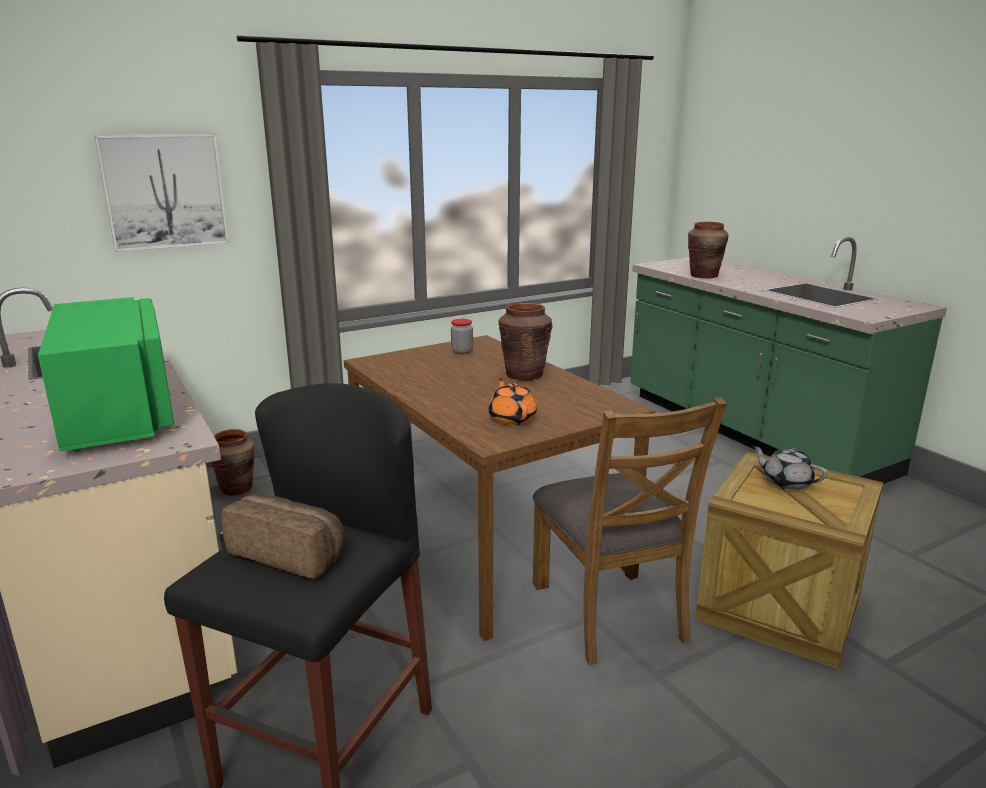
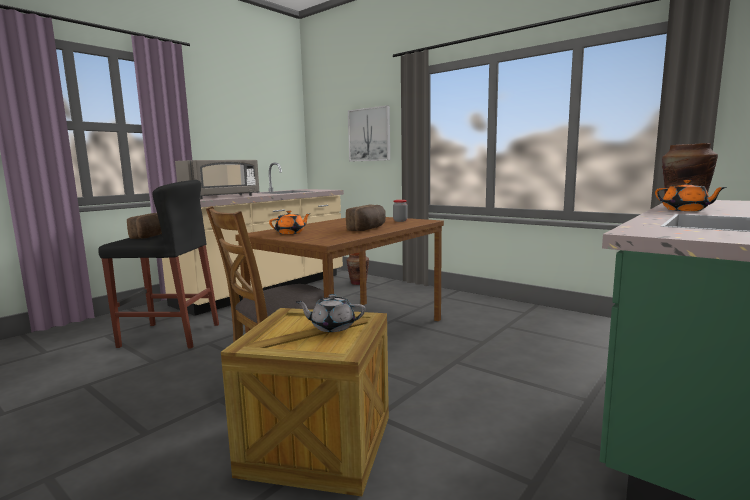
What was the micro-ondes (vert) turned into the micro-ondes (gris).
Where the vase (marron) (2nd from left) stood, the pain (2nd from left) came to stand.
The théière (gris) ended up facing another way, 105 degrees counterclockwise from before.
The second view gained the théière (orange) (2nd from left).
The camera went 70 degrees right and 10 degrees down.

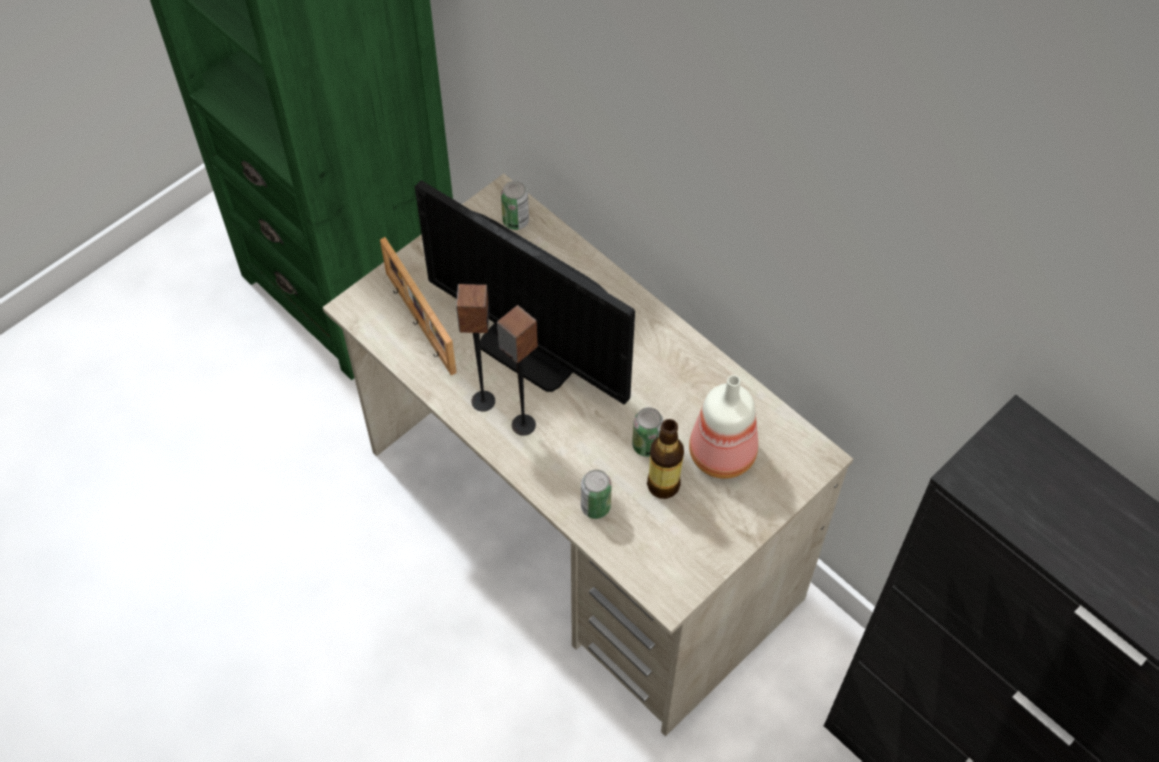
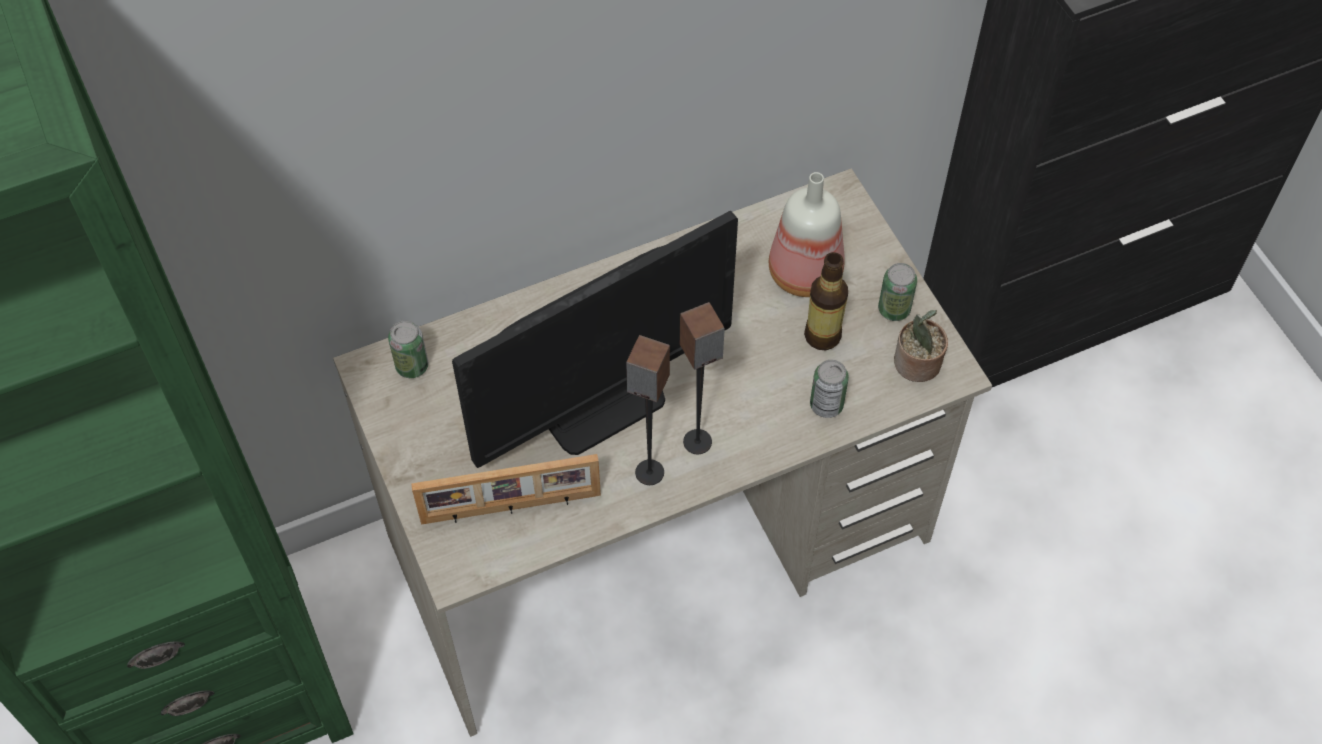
The boîte métallique (3rd from left) ended up elsewhere.
The second view gained the plante en pot.
The camera went 70 degrees left and 0 degrees up.

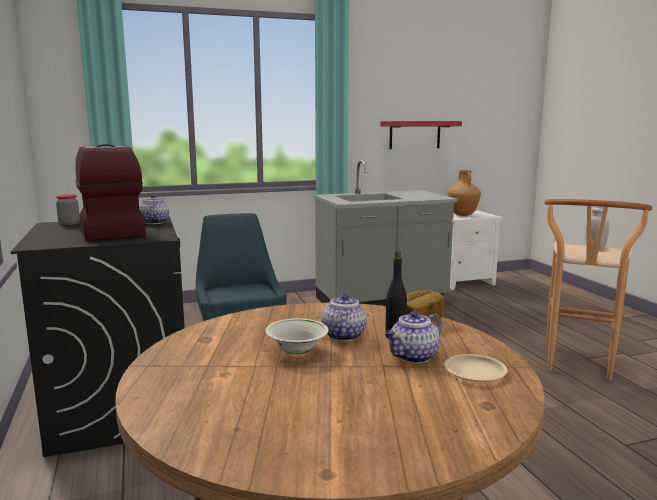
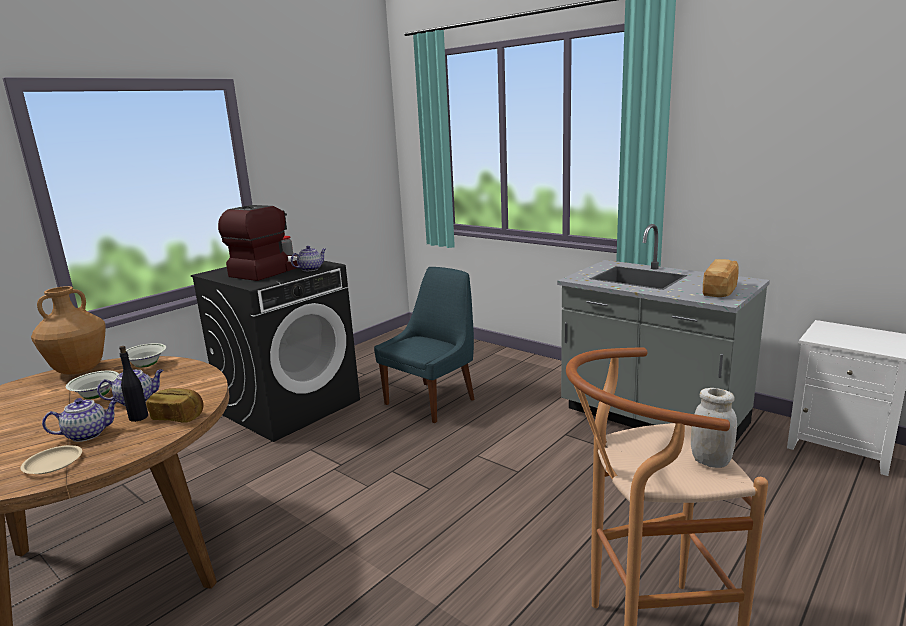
The second view lost the étagère (rouge).
The vase (marron) ended up elsewhere.
The théière (3rd from left in the first image) ended up facing another way, 135 degrees clockwise from before.
The second view gained the pain (2nd from left).
The second view gained the bol (blanc) (2nd from left).
The camera went 60 degrees right and 5 degrees up.

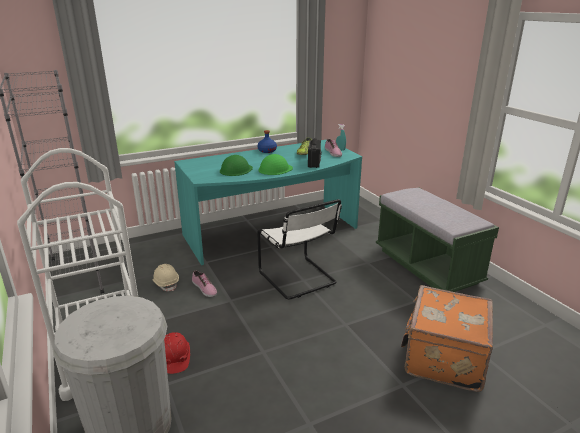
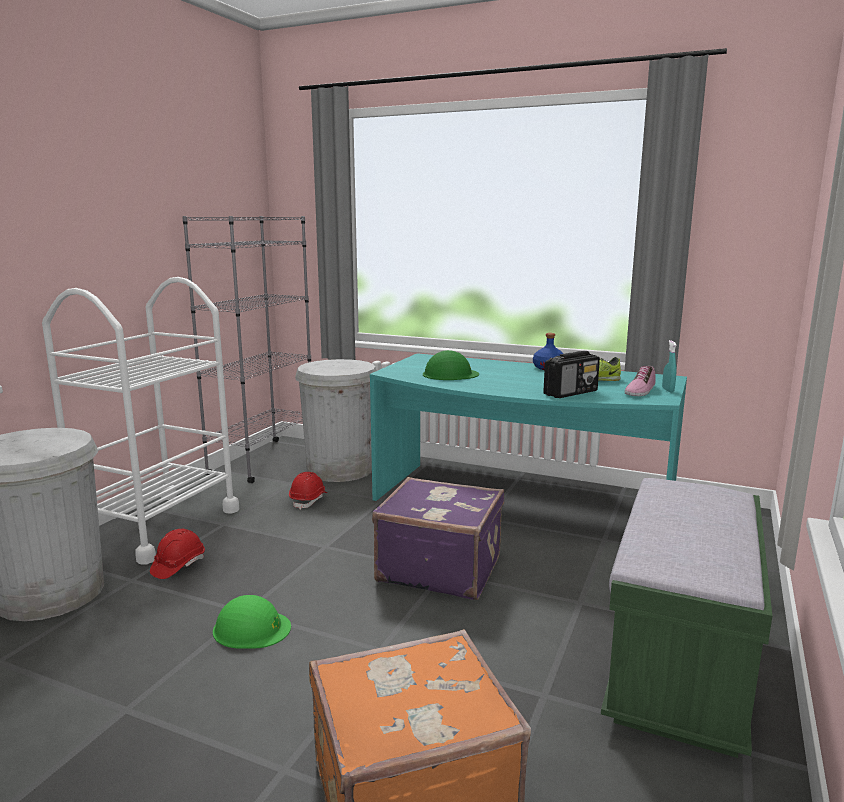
The casque de chantier (vert) (2nd from left in the first image) ended up elsewhere.
Where the chaise (blanc) stood, the valise (violet) came to stand.
What was the casque de chantier (beige) turned into the casque de chantier (rouge) (2nd from left).
The second view lost the chaussure (1st from left).
The second view gained the poubelle (blanc) (2nd from left).
The camera went 50 degrees right and 10 degrees down.

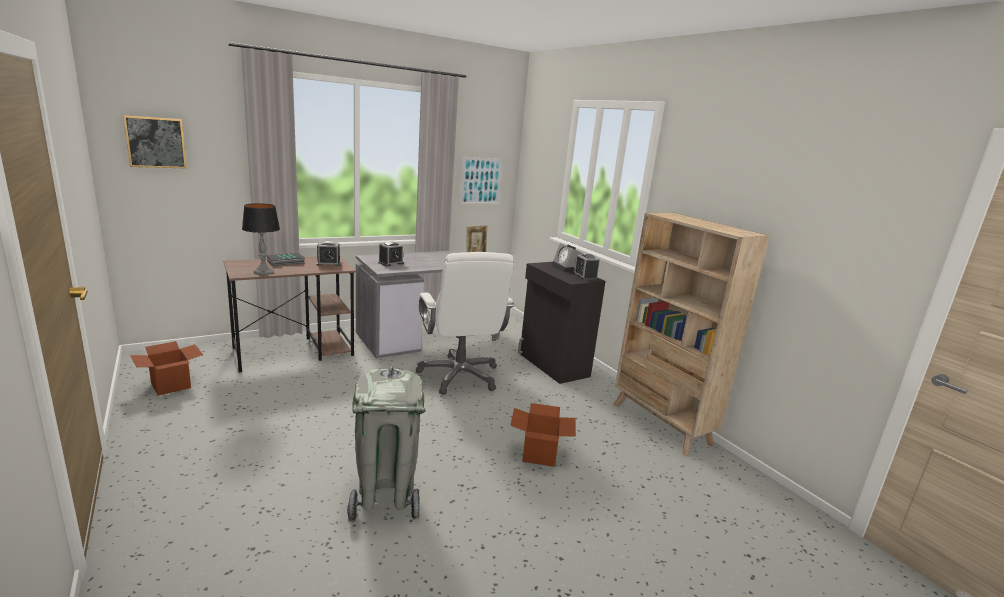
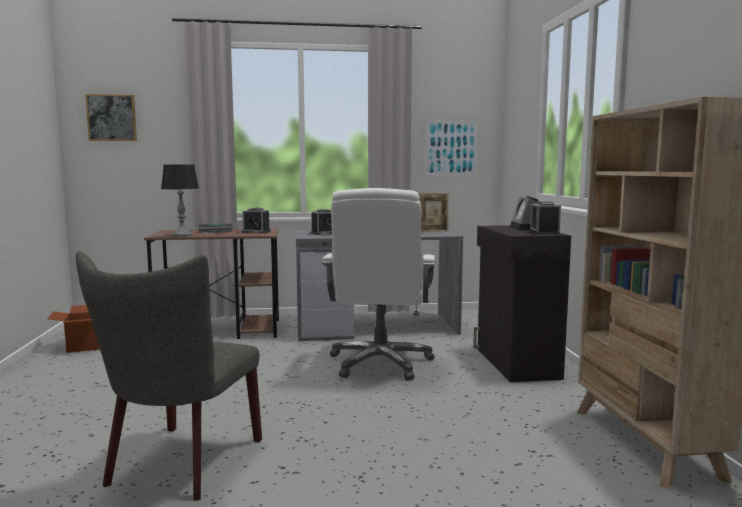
Where the poubelle (gris) stood, the chaise (gris) came to stand.
The second view lost the carton (2nd from left).
The camera went 25 degrees right and 10 degrees down.

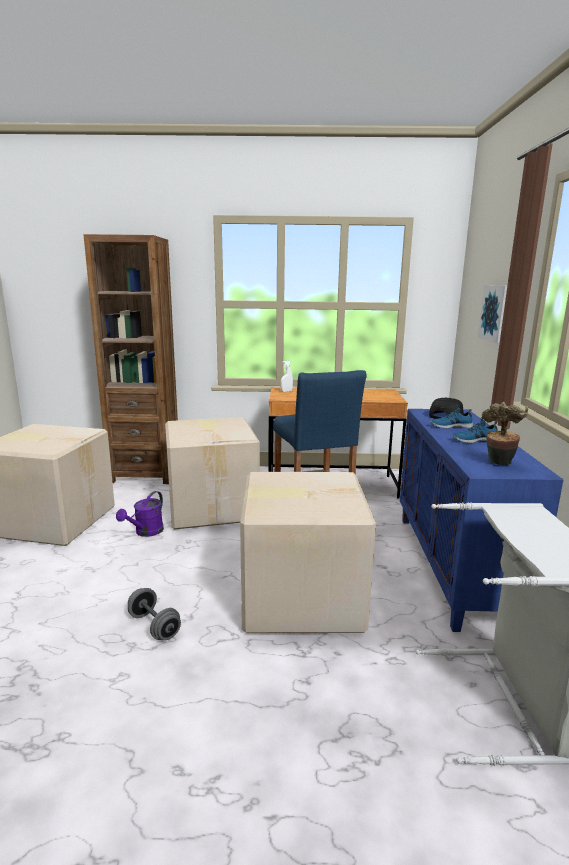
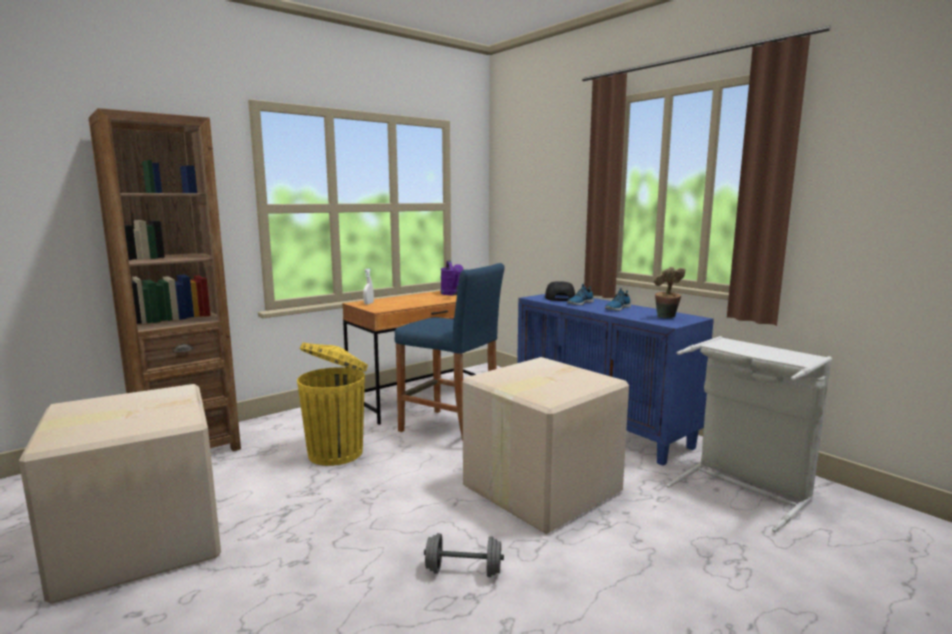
The second view lost the tableau.
Where the carton (2nd from left) stood, the poubelle (jaune) came to stand.
The arrosoir (violet) ended up elsewhere.
The camera went 40 degrees left and 5 degrees down.

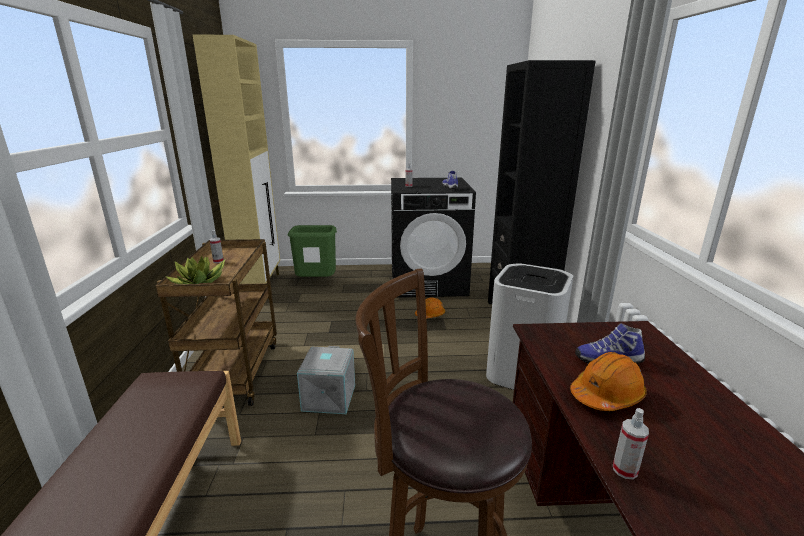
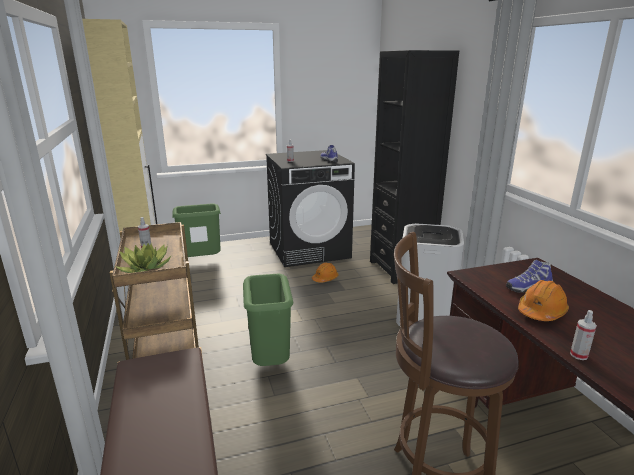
Where the boîte de rangement (gris) stood, the poubelle (vert) (2nd from left) came to stand.
The camera went 15 degrees left and 0 degrees up.

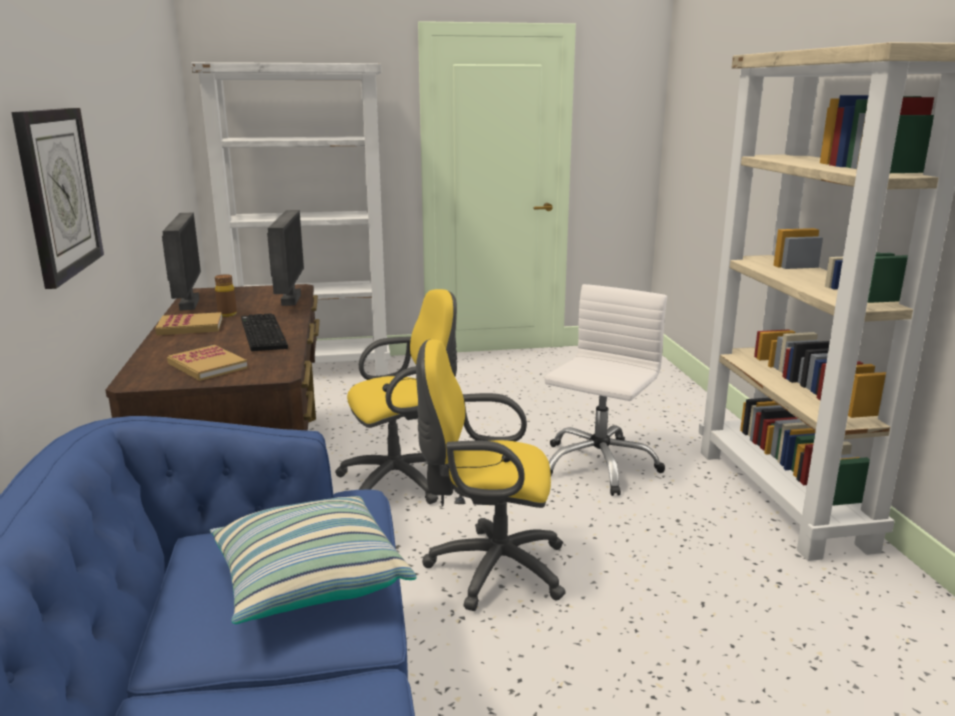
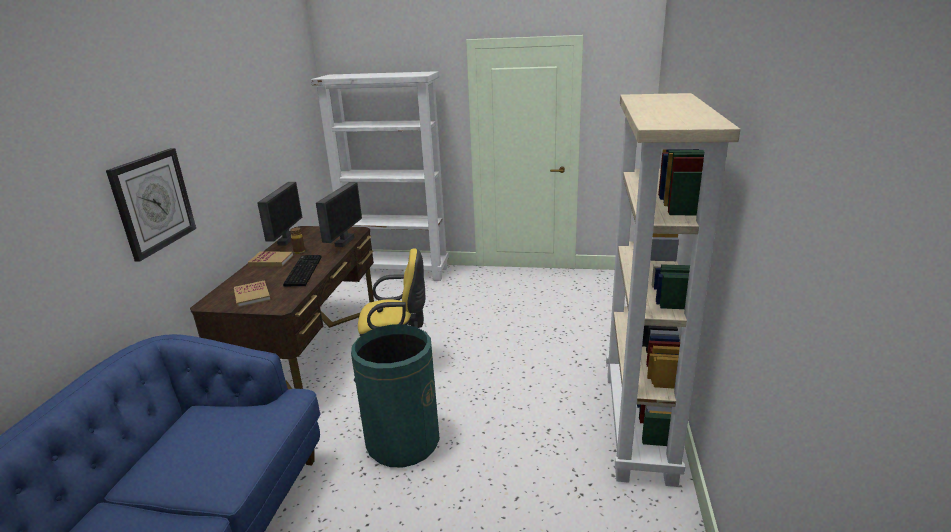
The second view lost the chaise de bureau (blanc).
Where the chaise de bureau (jaune) (2nd from left) stood, the poubelle (vert) came to stand.
The second view lost the coussin.
The camera went 20 degrees right and 5 degrees up.

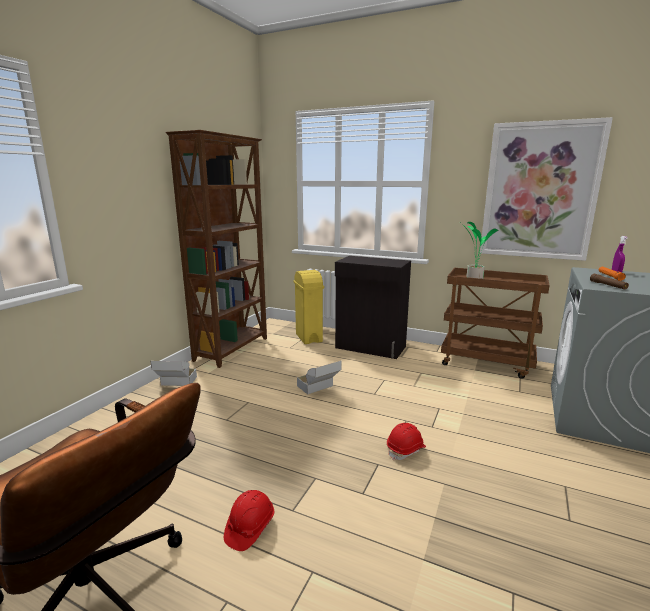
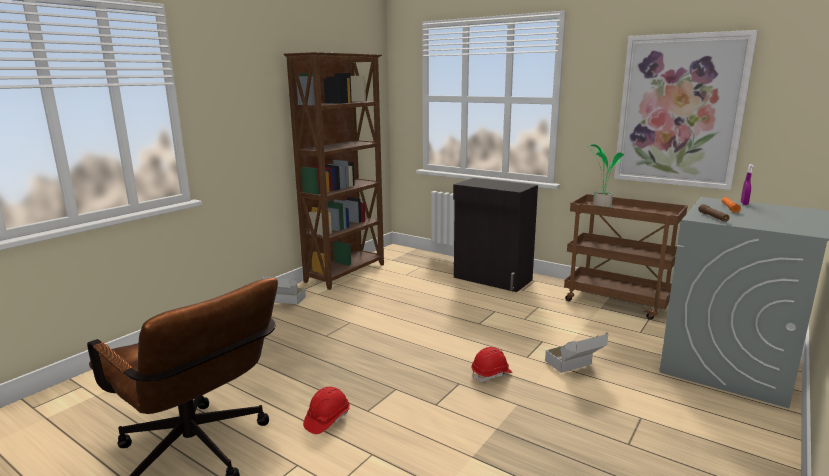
The second view lost the poubelle (jaune).
The carton (2nd from left) ended up elsewhere.
The camera went 10 degrees right and 0 degrees up.

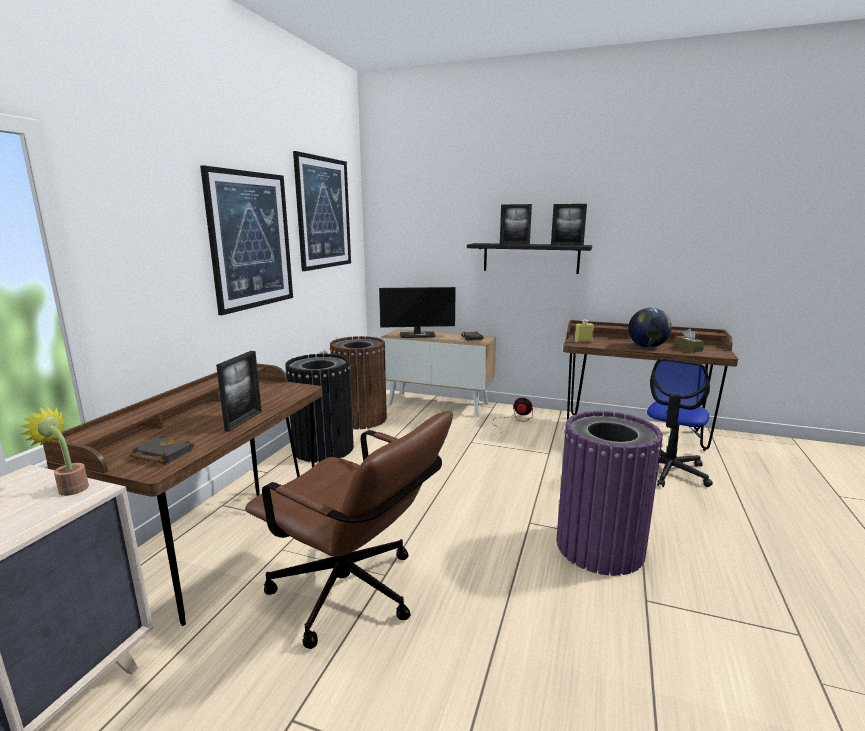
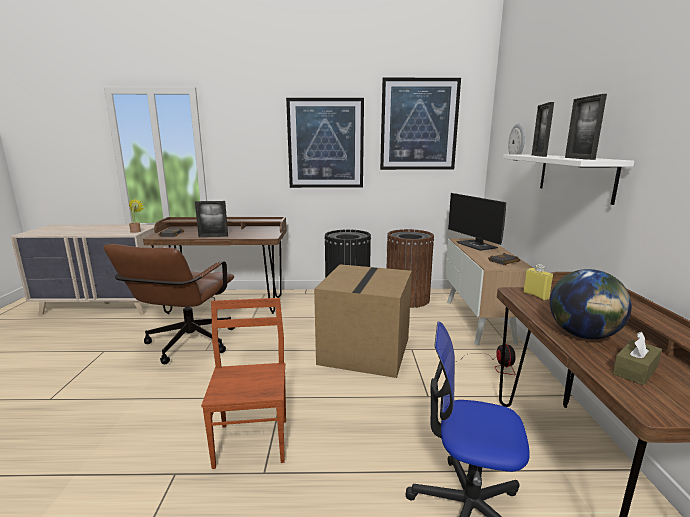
What was the étagère (noir) turned into the étagère (blanc).
Where the poubelle (violet) stood, the chaise (marron) came to stand.
The second view gained the horloge murale.
The second view gained the carton.
The camera went 70 degrees right and 0 degrees up.

